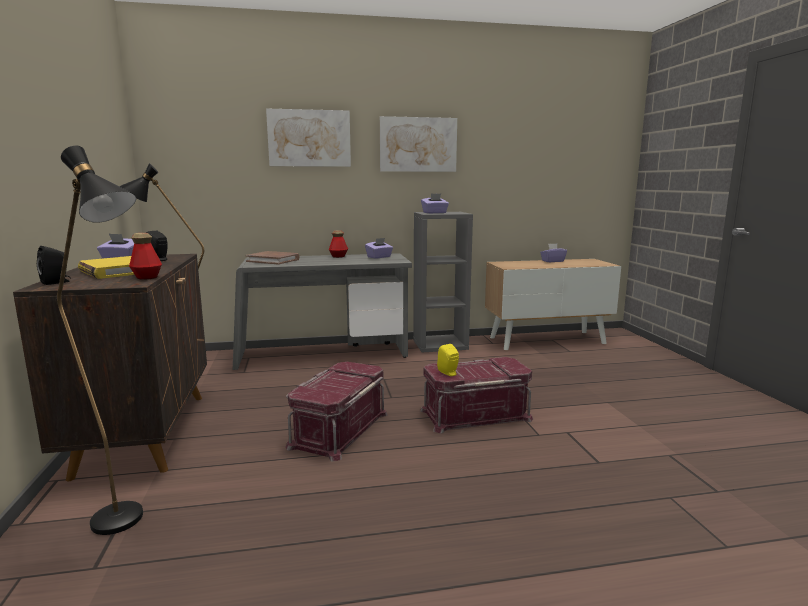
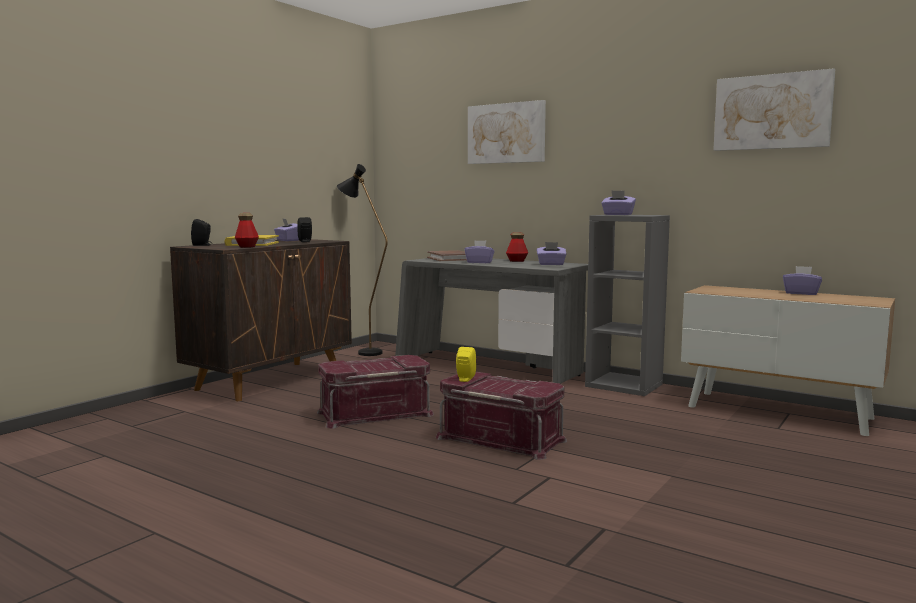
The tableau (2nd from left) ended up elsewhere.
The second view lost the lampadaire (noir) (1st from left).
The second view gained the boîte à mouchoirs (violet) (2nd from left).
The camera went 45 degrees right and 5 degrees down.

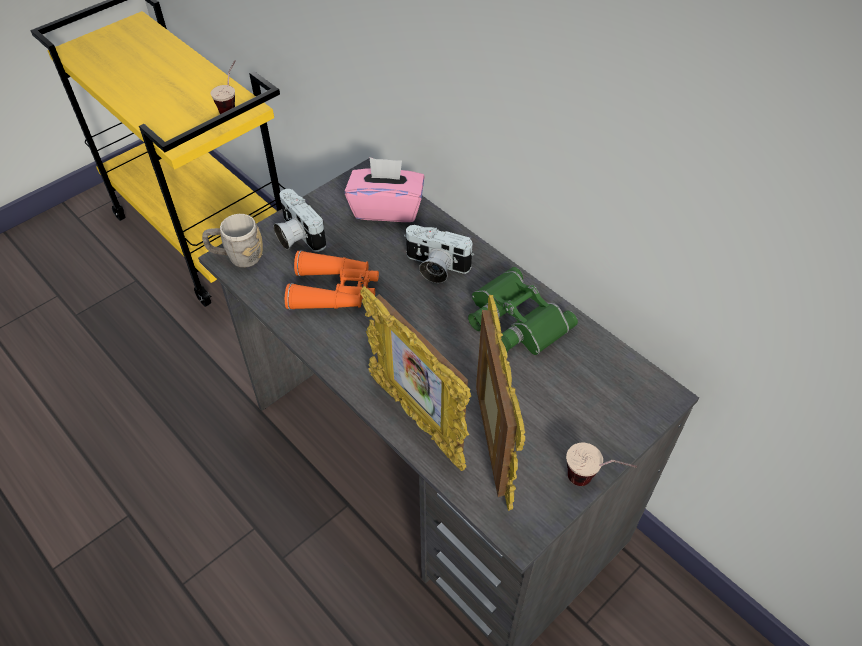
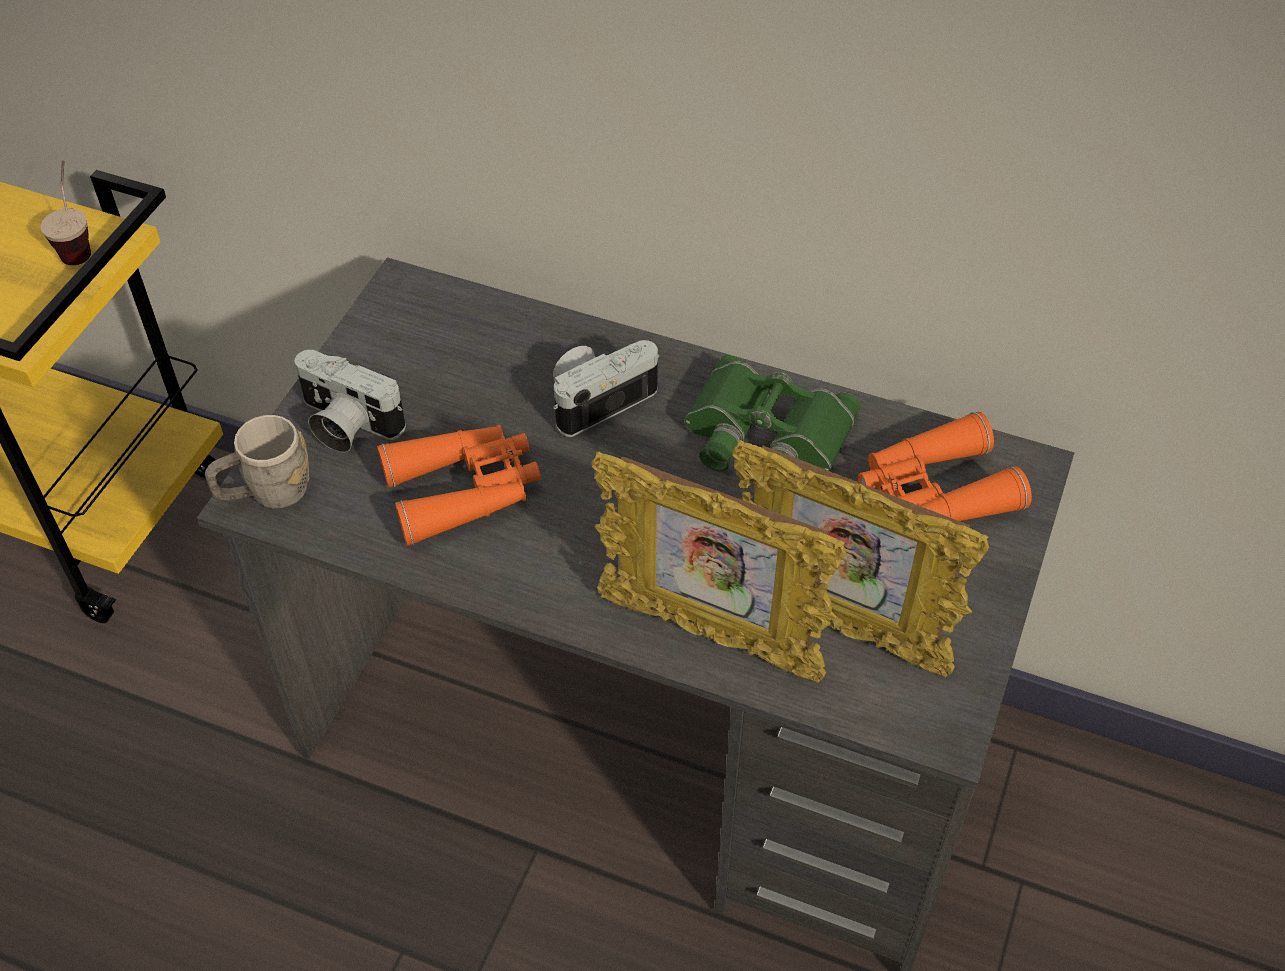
The second view lost the boîte à mouchoirs (rose).
The appareil photo (2nd from left) ended up facing another way, 150 degrees clockwise from before.
The cadre photo (2nd from left) ended up facing another way, 150 degrees clockwise from before.
The second view lost the tasse (2nd from left).
The second view gained the jumelles (orange) (2nd from left).
The camera went 25 degrees left and 0 degrees up.

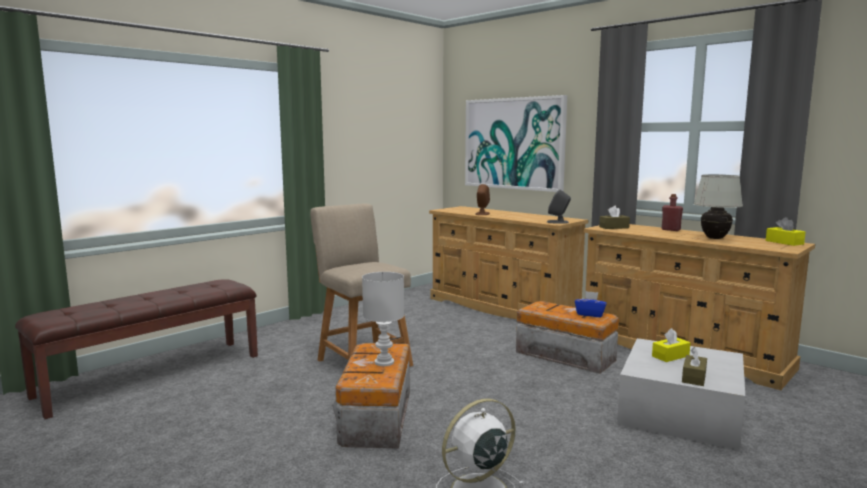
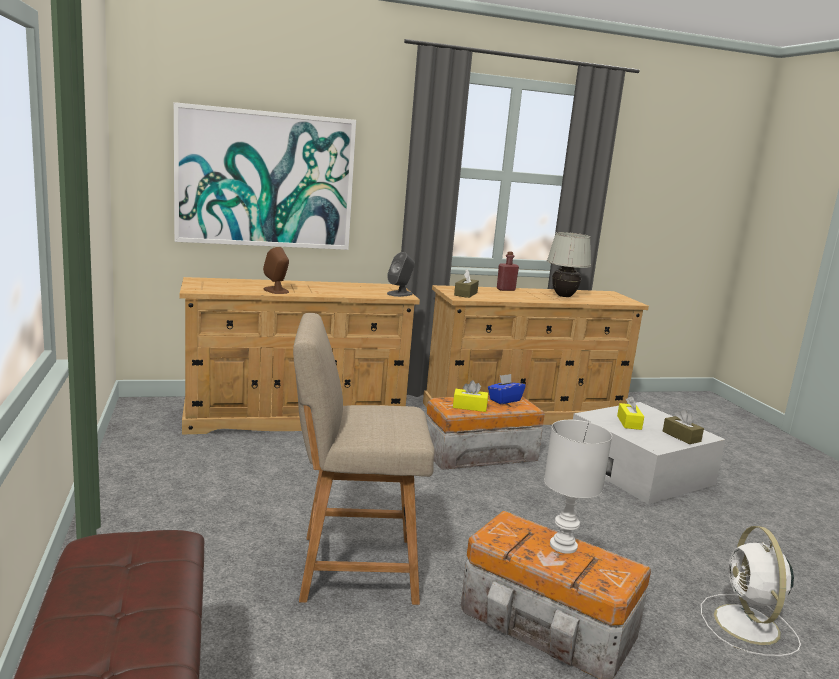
The boîte à mouchoirs (jaune) (2nd from left in the first image) ended up elsewhere.
The camera went 60 degrees left and 5 degrees up.

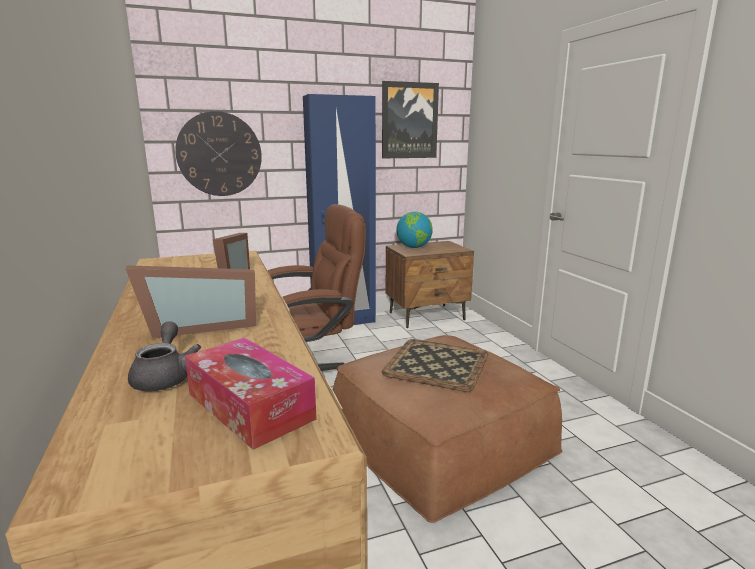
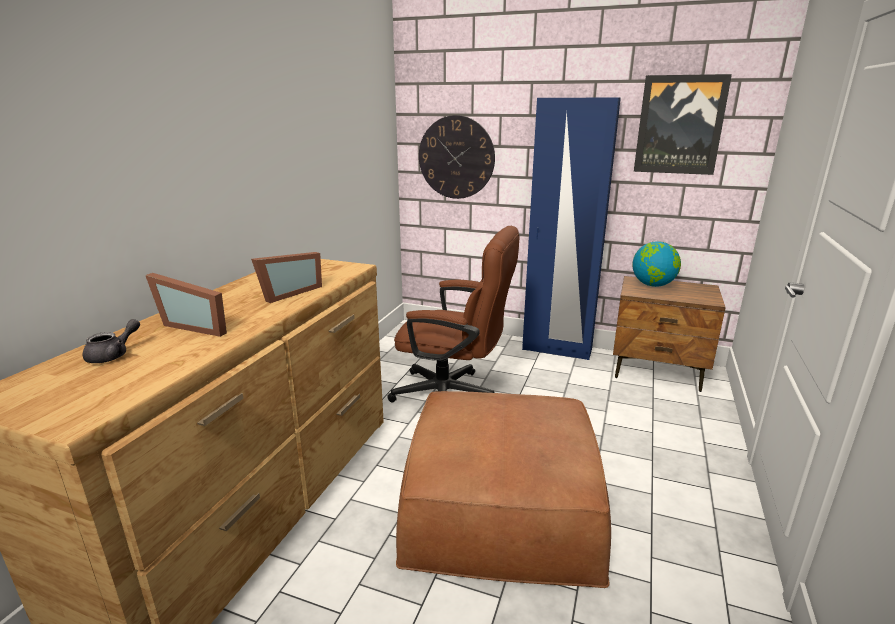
The second view lost the boîte à mouchoirs.
The second view lost the plateau.
The camera went 40 degrees right and 5 degrees up.

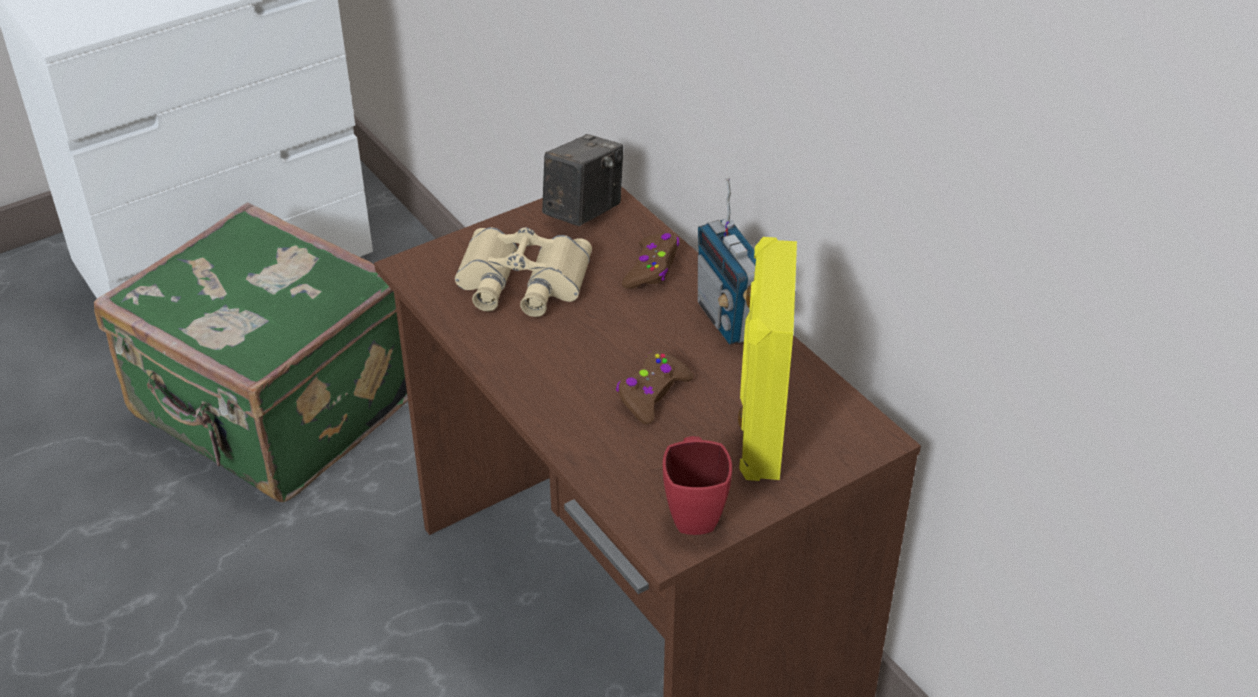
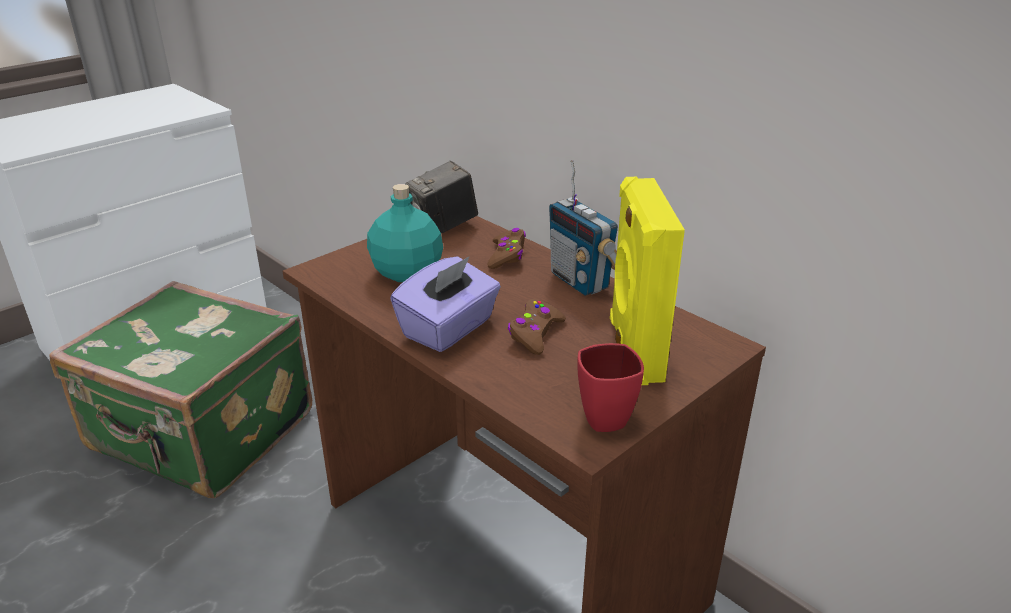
The appareil photo ended up facing another way, 150 degrees counterclockwise from before.
Where the jumelles (beige) stood, the bouteille (turquoise) came to stand.
The second view gained the boîte à mouchoirs (violet).
The camera went 10 degrees left and 10 degrees down.

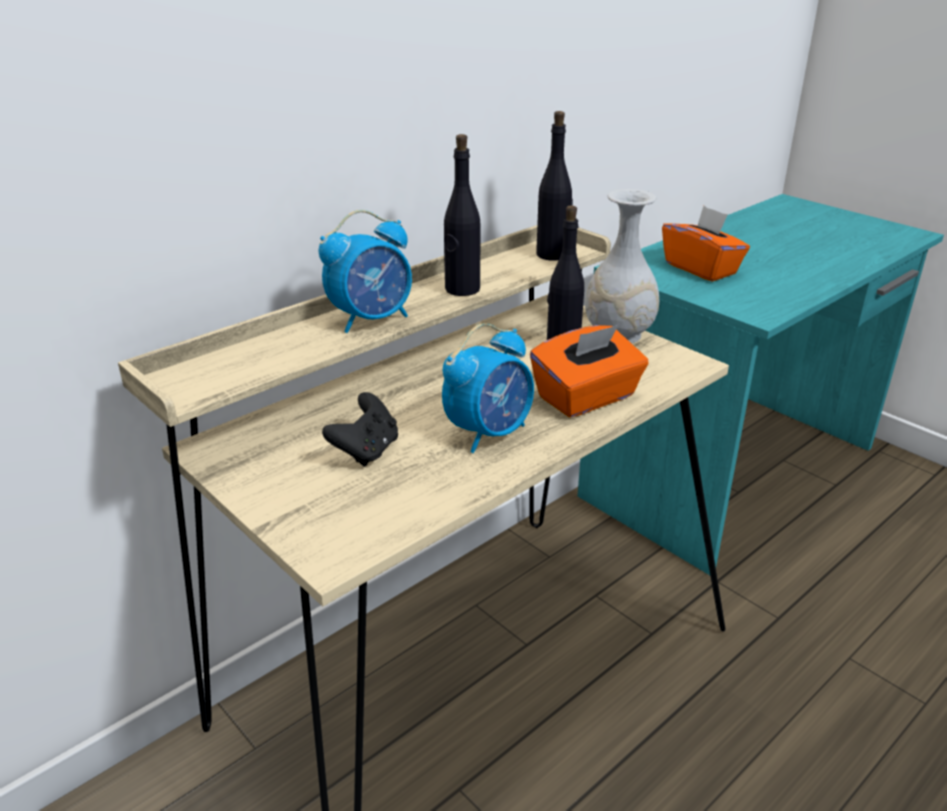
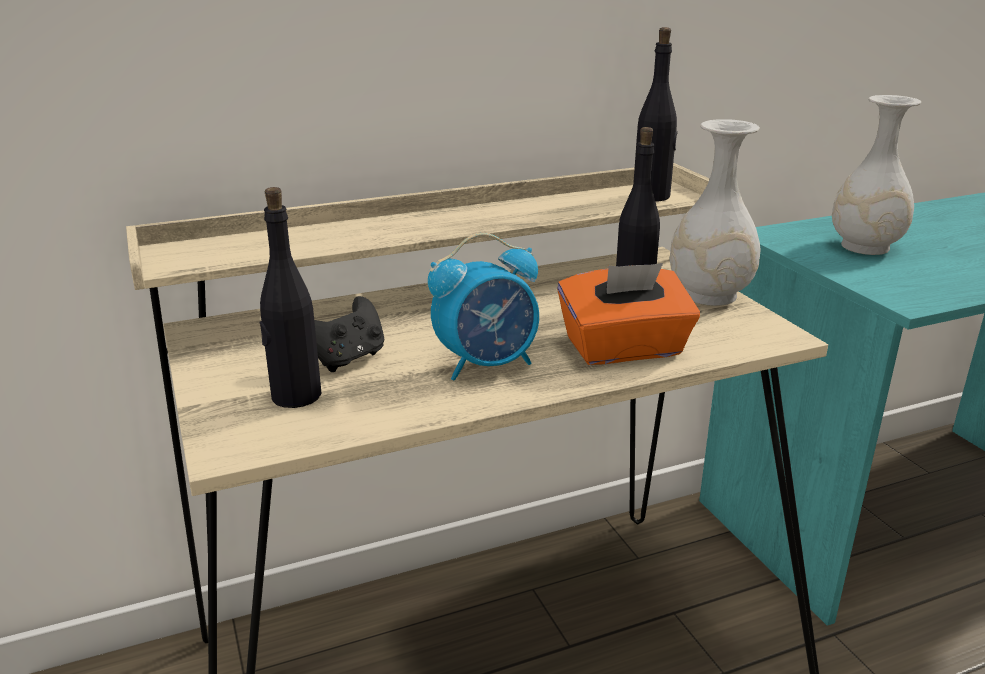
The bouteille (noir) (1st from left) ended up elsewhere.
Where the boîte à mouchoirs (orange) (2nd from left) stood, the vase (blanc) (2nd from left) came to stand.
The second view lost the réveil (1st from left).
The camera went 20 degrees right and 5 degrees down.

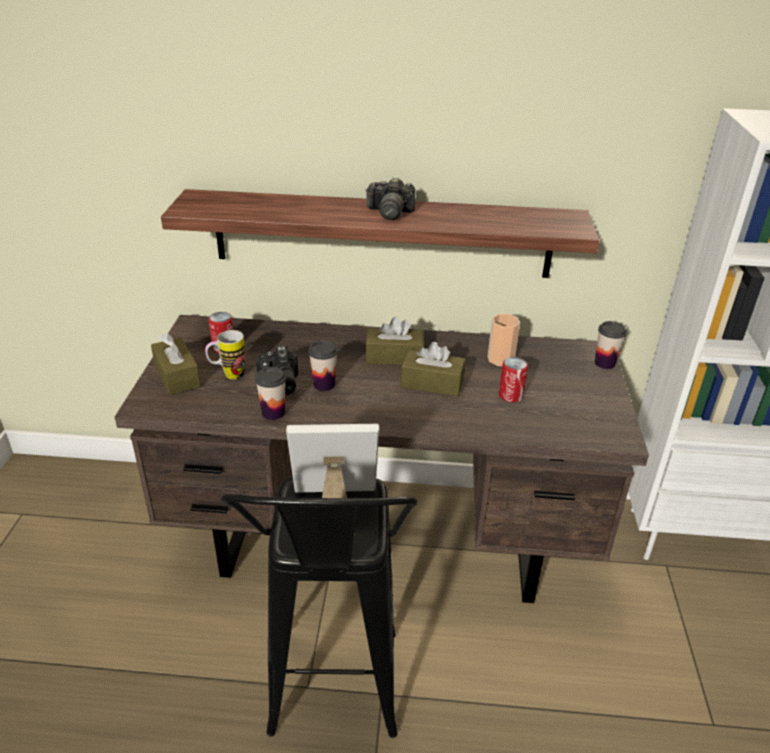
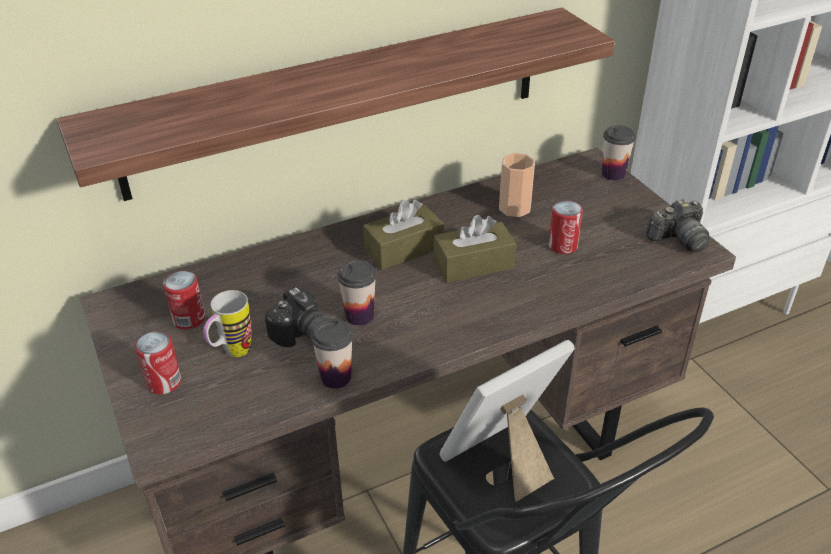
The appareil photo (2nd from left) ended up elsewhere.
Where the boîte à mouchoirs (marron) (1st from left) stood, the boîte métallique (1st from left) came to stand.
The camera went 30 degrees left and 5 degrees up.

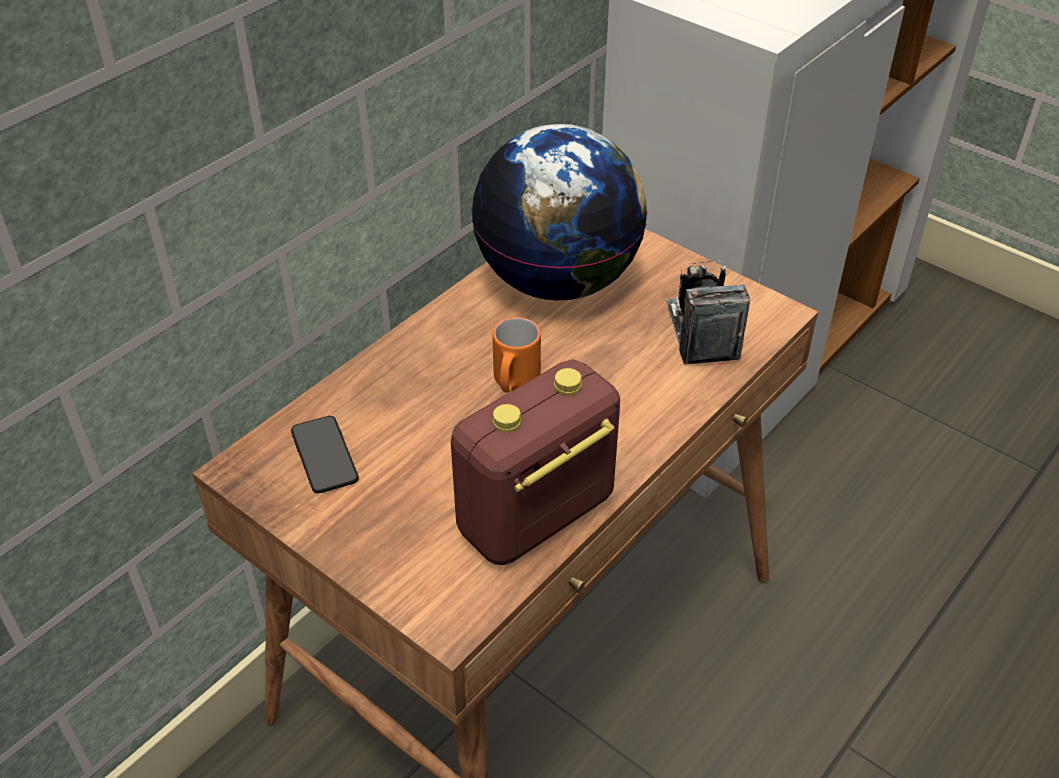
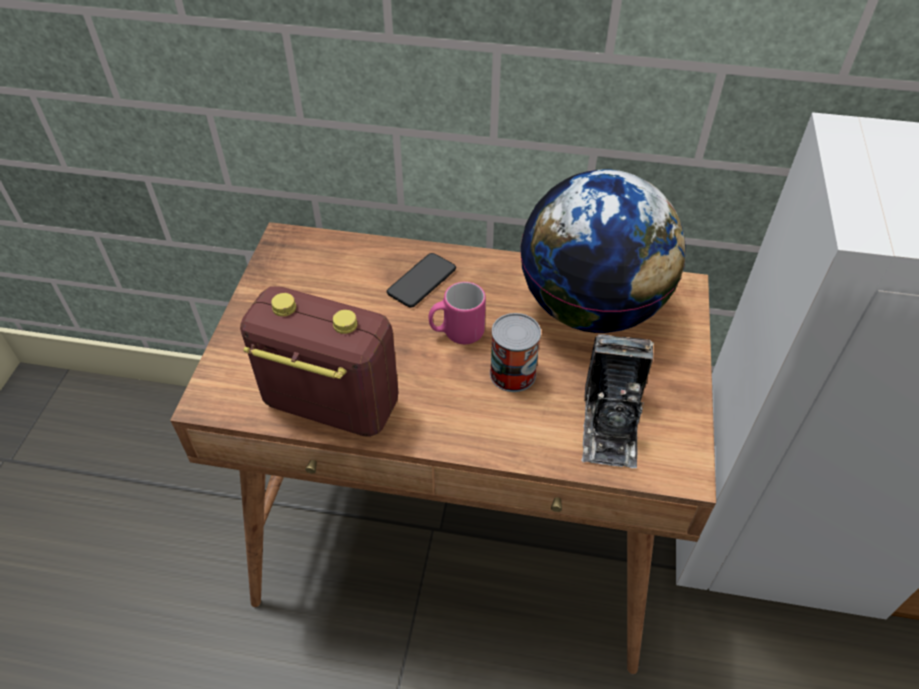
The appareil photo ended up facing another way, 135 degrees clockwise from before.
What was the mug (orange) turned into the mug (rose).
The téléphone ended up elsewhere.
The second view gained the boîte métallique.
The camera went 60 degrees right and 5 degrees up.

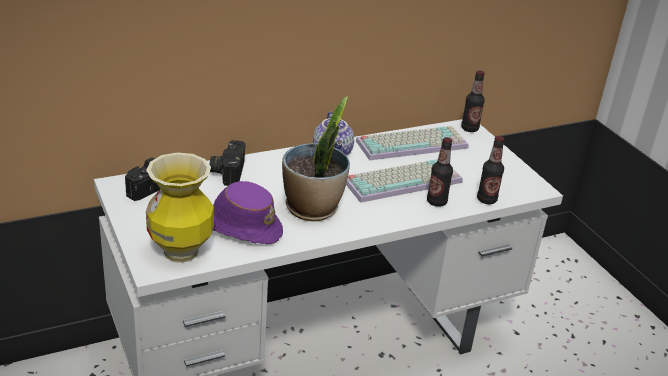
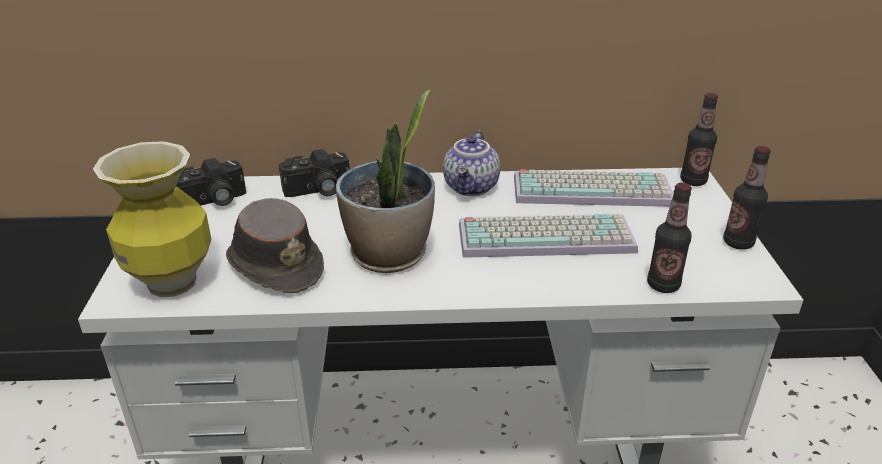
The bouteille (1st from left in the first image) ended up elsewhere.
The appareil photo (2nd from left) ended up facing another way, 135 degrees counterclockwise from before.
What was the chapeau (violet) turned into the chapeau (marron).
The camera went 25 degrees right and 0 degrees up.

